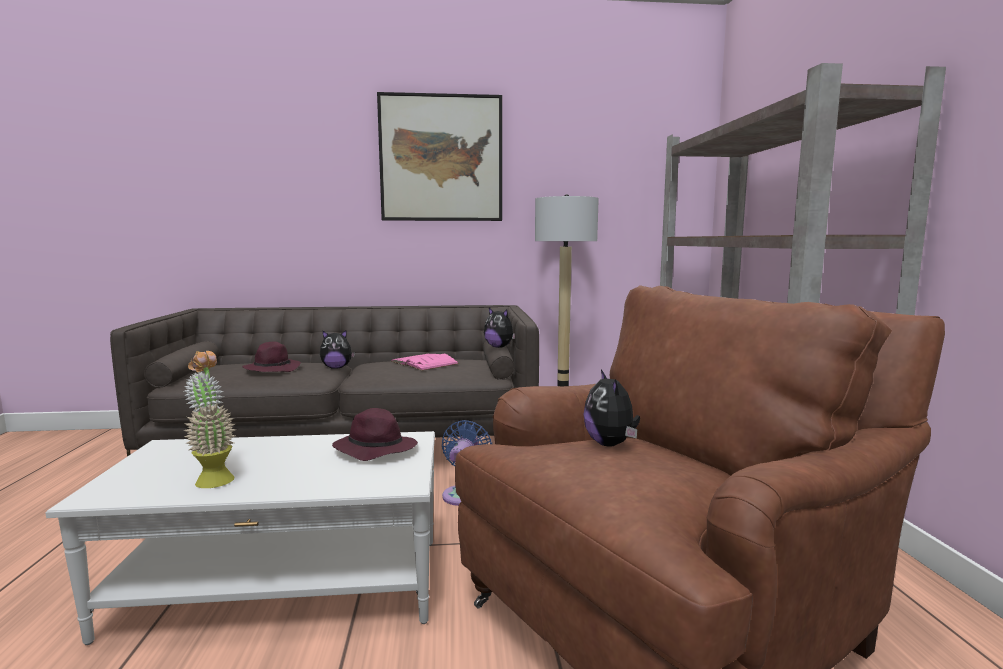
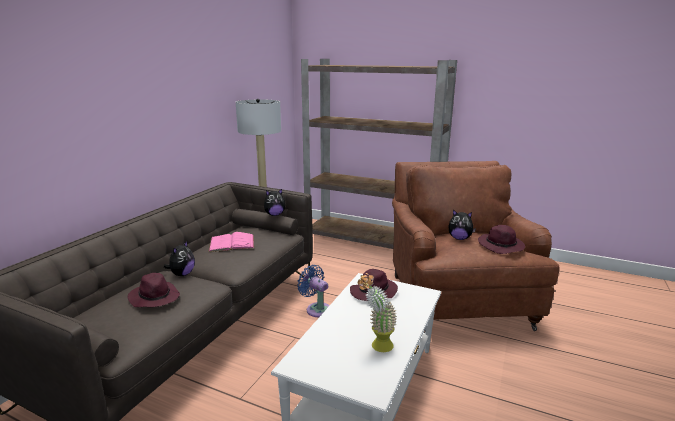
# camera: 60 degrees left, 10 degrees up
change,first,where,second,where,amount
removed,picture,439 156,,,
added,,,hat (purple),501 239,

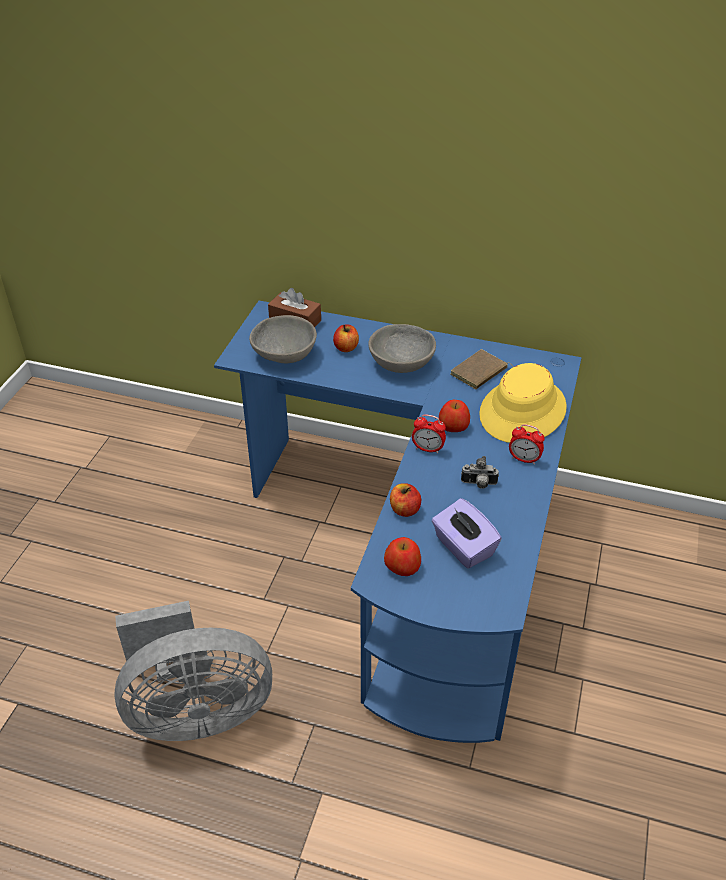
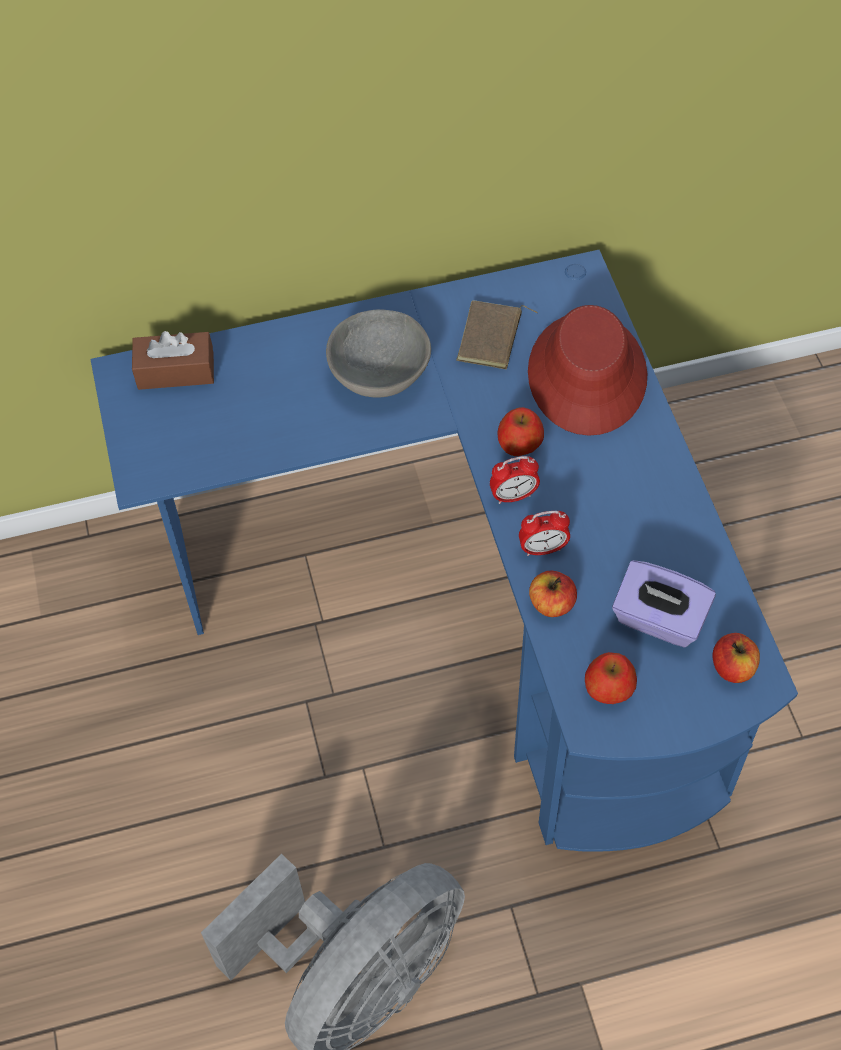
# camera: 30 degrees left, 15 degrees up
change,first,where,second,where,amount
removed,bowl (grey),283 339,,,
moved,apple,346 338,,736 658,
removed,photo camera,480 472,,,
recoloured,hat (yellow),523 403,hat (red),587 370,
moved,alarm clock,527 444,,544 533,

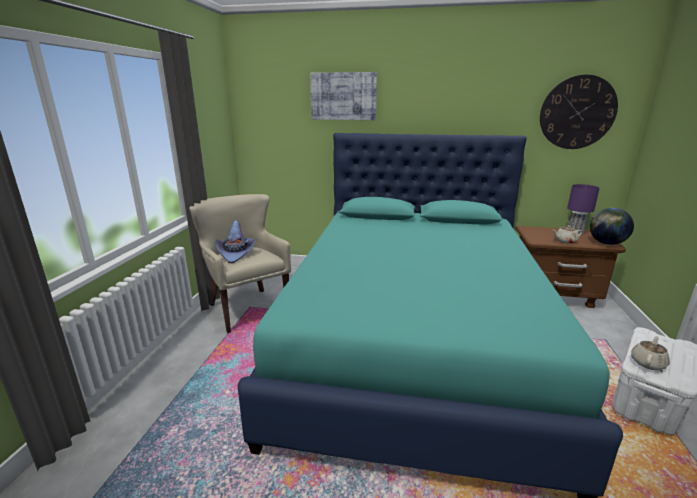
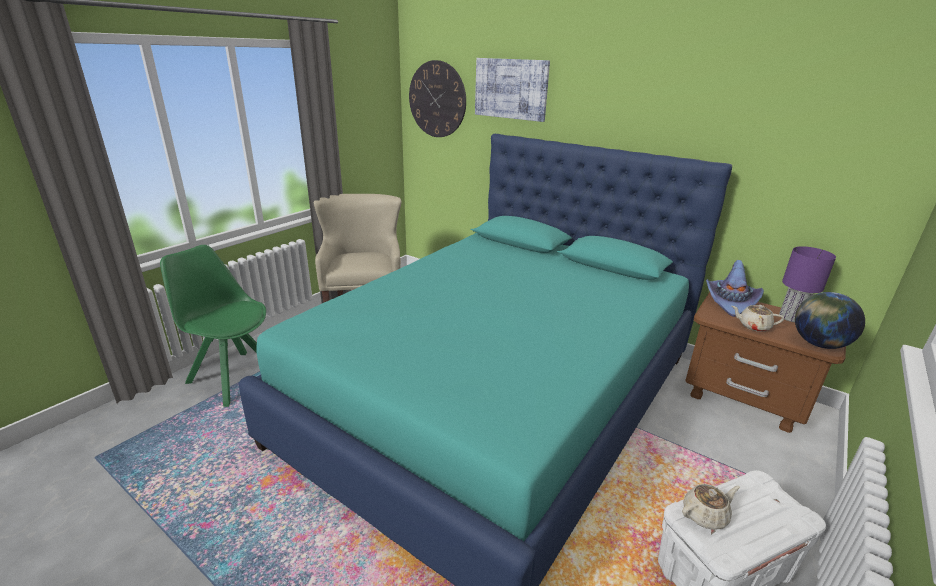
# camera: 25 degrees right, 5 degrees up
change,first,where,second,where,amount
moved,hat (purple),236 242,,735 288,
moved,wall clock,579 112,,437 98,
added,,,chair (green),213 326,

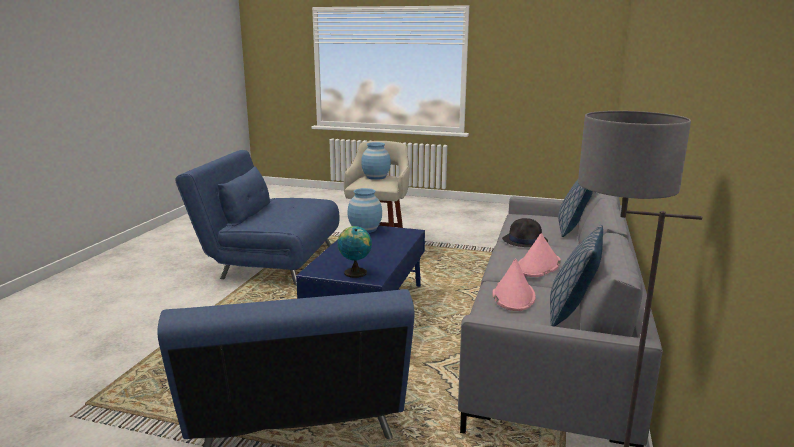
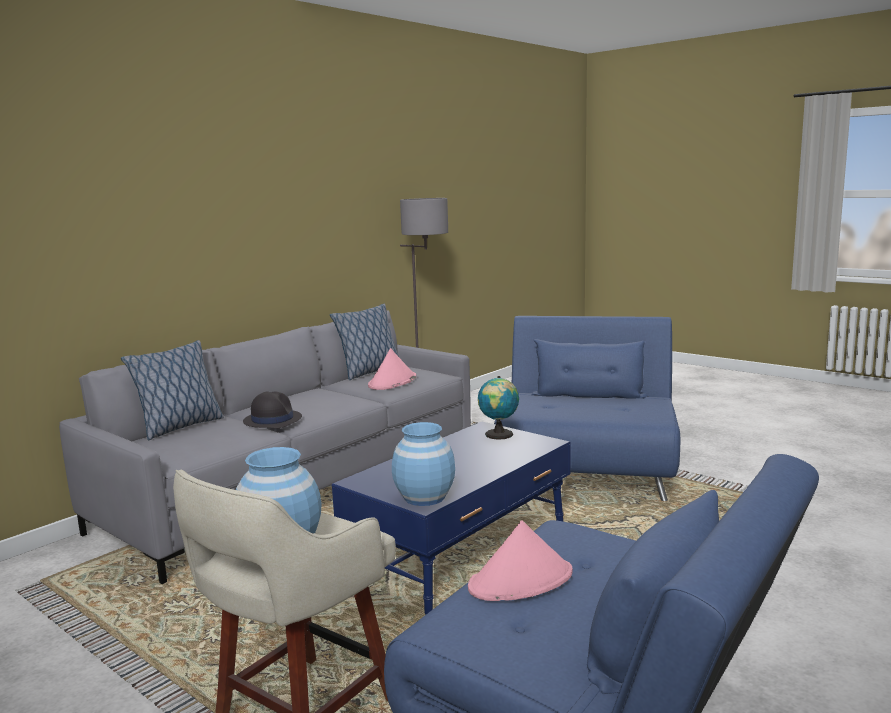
# camera: 155 degrees left, 5 degrees down
change,first,where,second,where,amount
moved,hat (pink),539 255,,520 561,

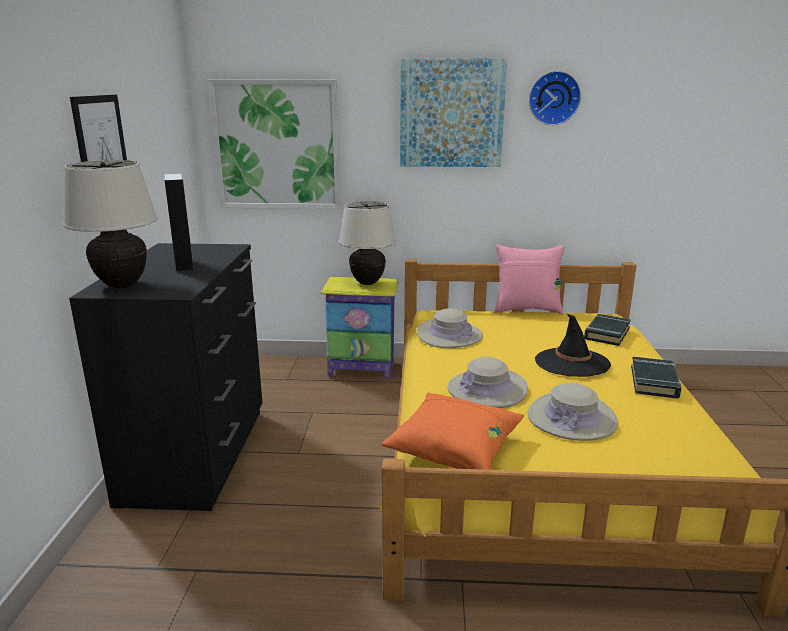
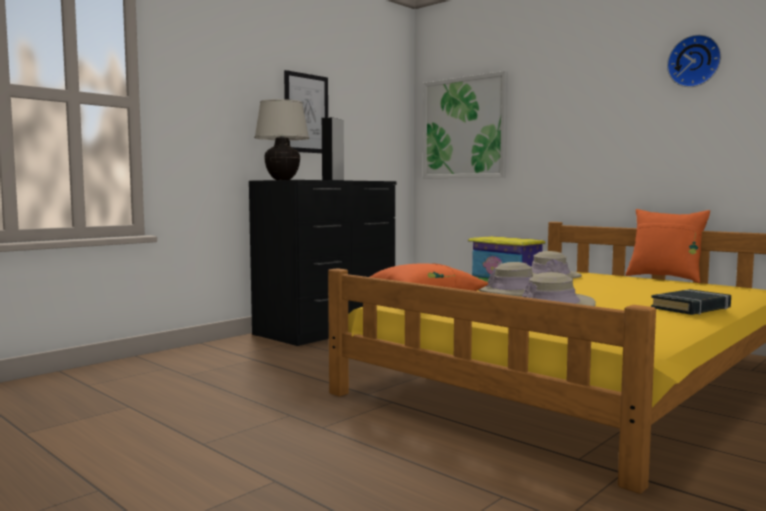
# camera: 40 degrees right, 15 degrees down
change,first,where,second,where,amount
removed,table lamp (beige),367 243,,,
removed,picture,453 112,,,
recoloured,pillow (pink),529 279,pillow (orange),667 246,
removed,hat (black),573 345,,,
removed,book (black),607 330,,,

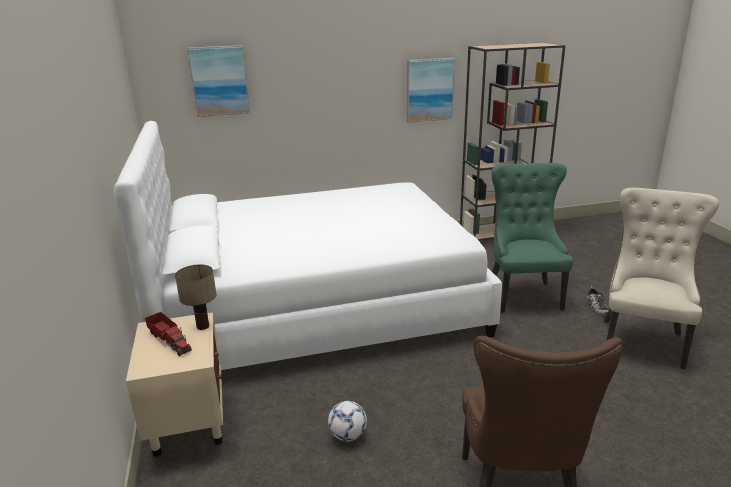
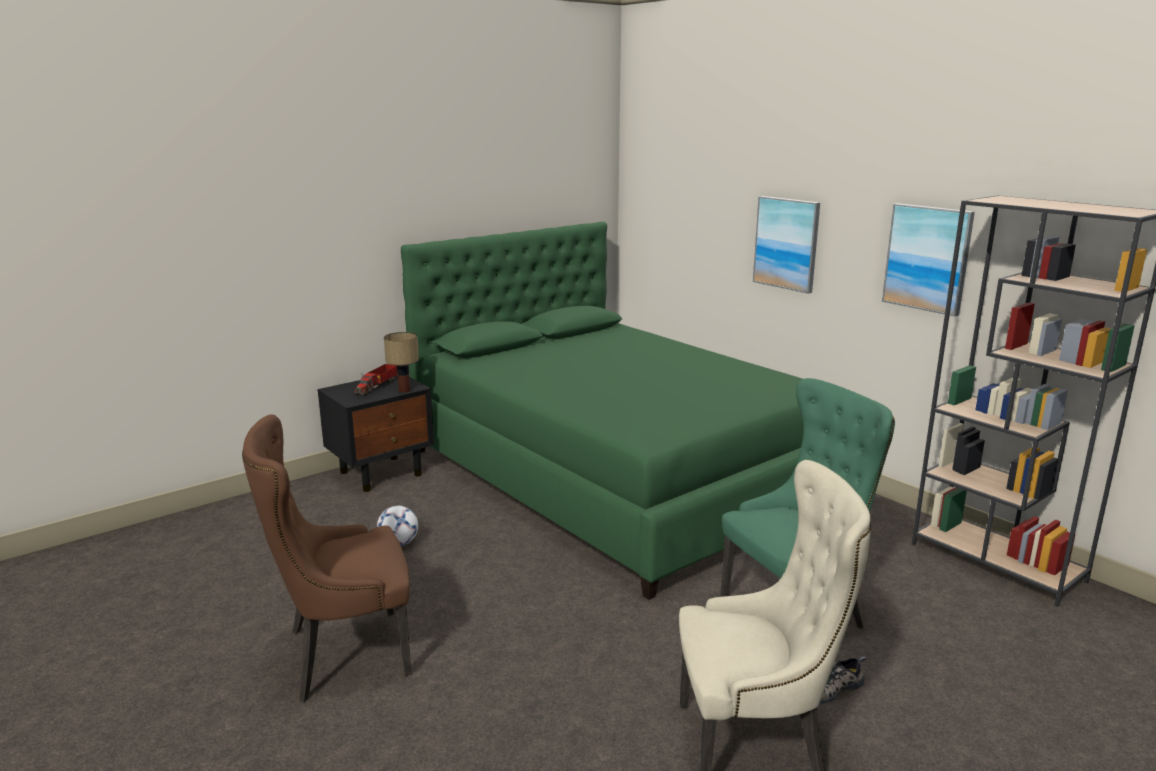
# camera: 65 degrees right, 5 degrees down
change,first,where,second,where,amount
recoloured,bed (white),308 245,bed (green),602 411,
recoloured,nightstand (beige),174 384,nightstand (black),375 433,
moved,picture,218 81,,786 245,

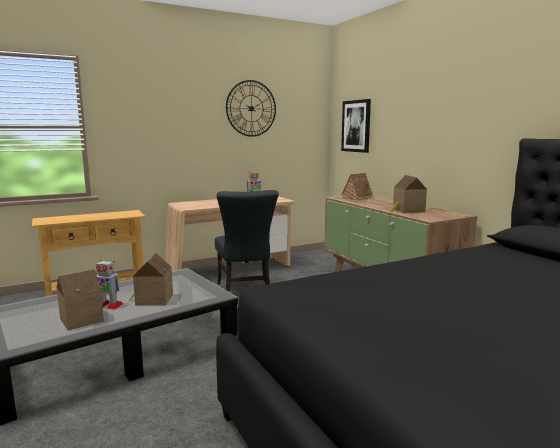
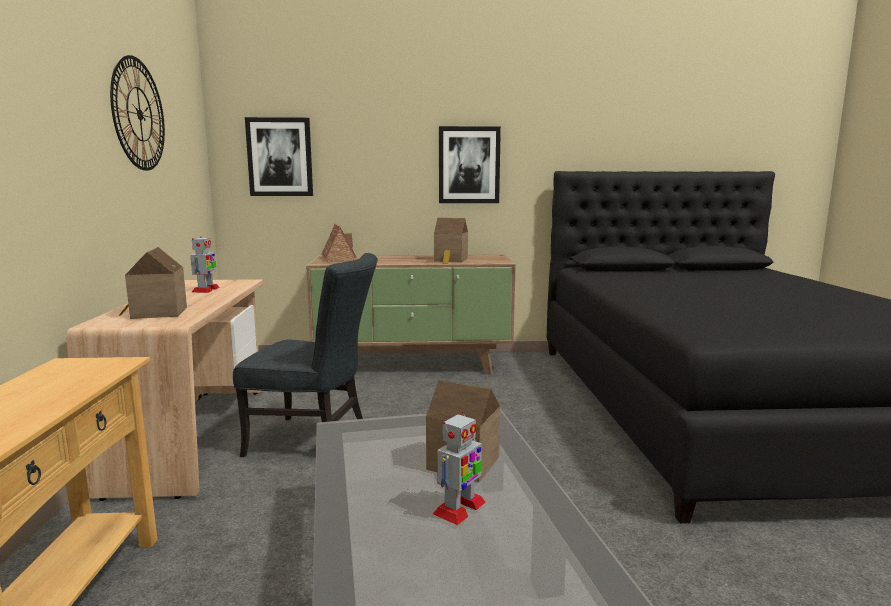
# camera: 65 degrees left, 0 degrees up
change,first,where,second,where,amount
moved,toy house,80 299,,153 283,
added,,,picture,470 164,

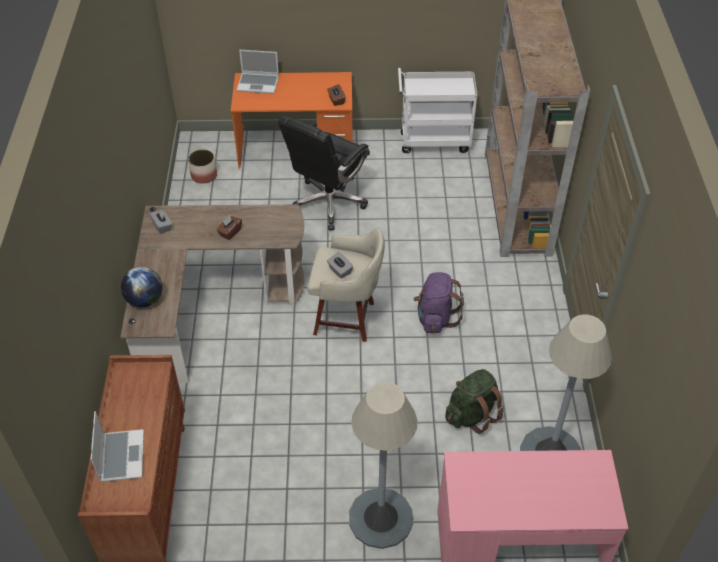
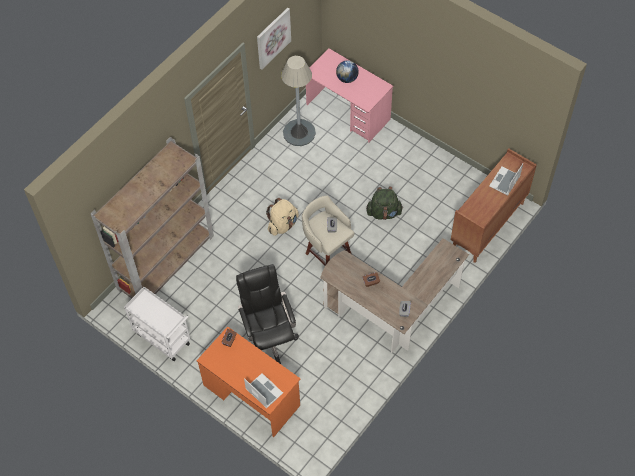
# camera: 140 degrees left, 10 degrees up
change,first,where,second,where,amount
moved,globe,141 287,,347 71,
removed,planter,202 166,,,
turned,office chair (black),324 173,,267 314,90 degrees counterclockwise
removed,floor lamp (grey),383 465,,,
recoloured,backpack (purple),439 303,backpack (beige),282 217,
moved,backpack (green),474 401,,384 203,
added,,,picture,274 39,

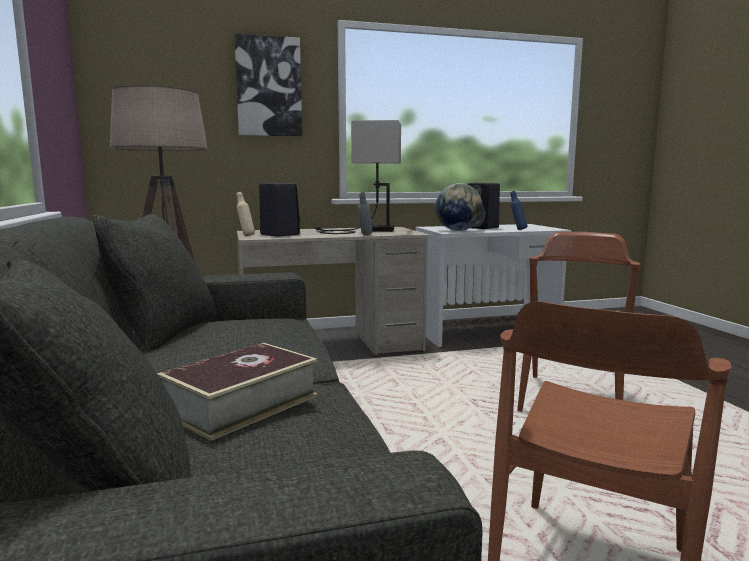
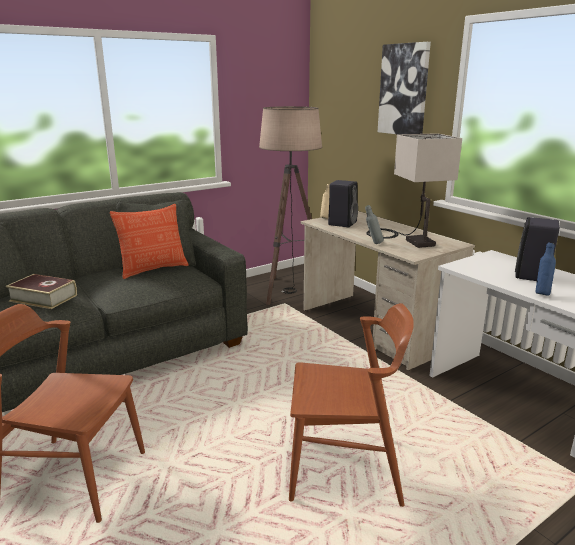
# camera: 70 degrees right, 10 degrees up
change,first,where,second,where,amount
removed,globe,459 207,,,
added,,,pillow (orange),149 241,

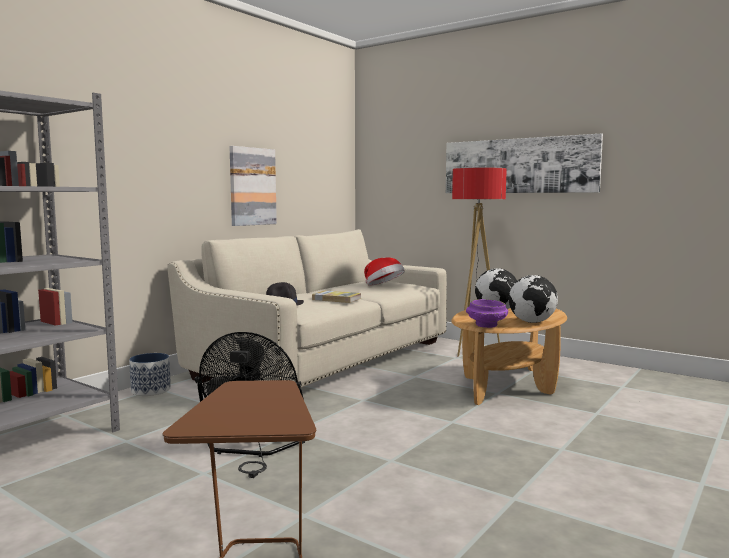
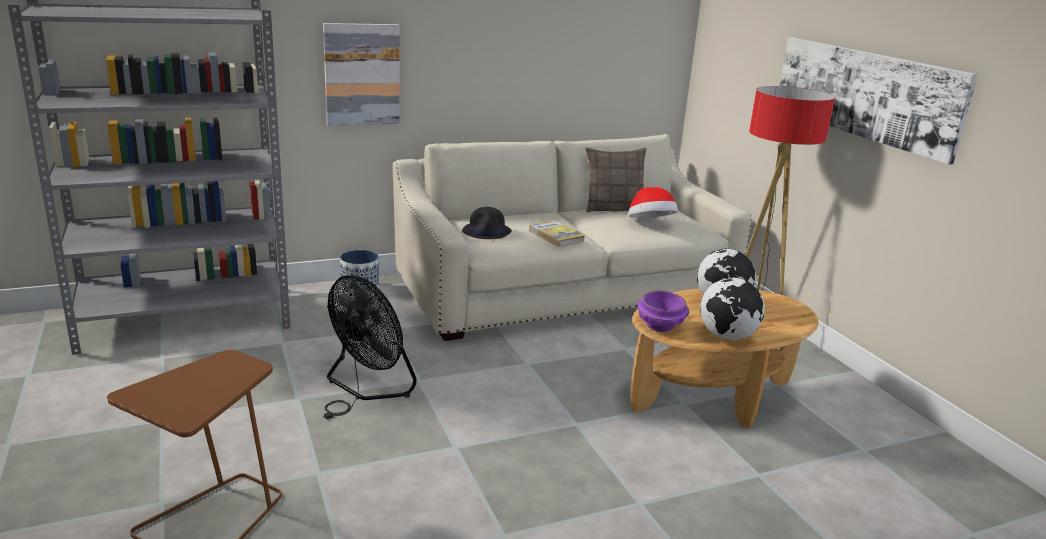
# camera: 30 degrees right, 15 degrees up
change,first,where,second,where,amount
moved,picture,253 186,,361 74,
added,,,pillow,616 179,

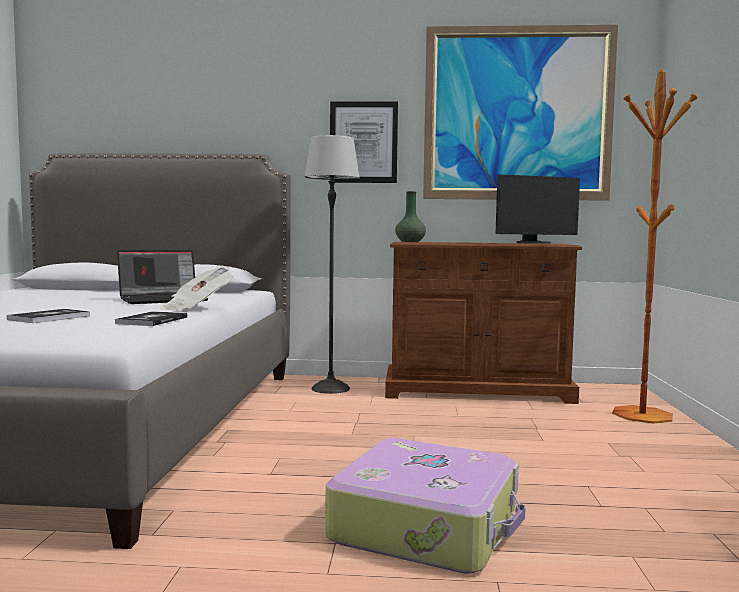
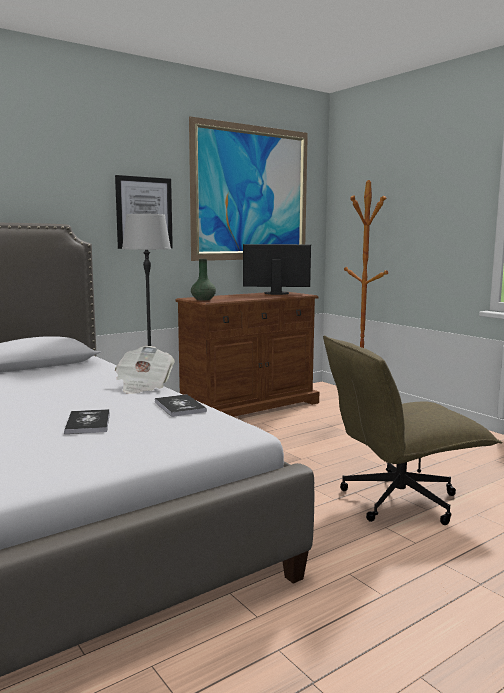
# camera: 40 degrees left, 5 degrees up
change,first,where,second,where,amount
removed,laptop,163 277,,,
replaced,suitcase,425 506,office chair (beige),413 430,
turned,monitor,537 209,,277 269,120 degrees counterclockwise

